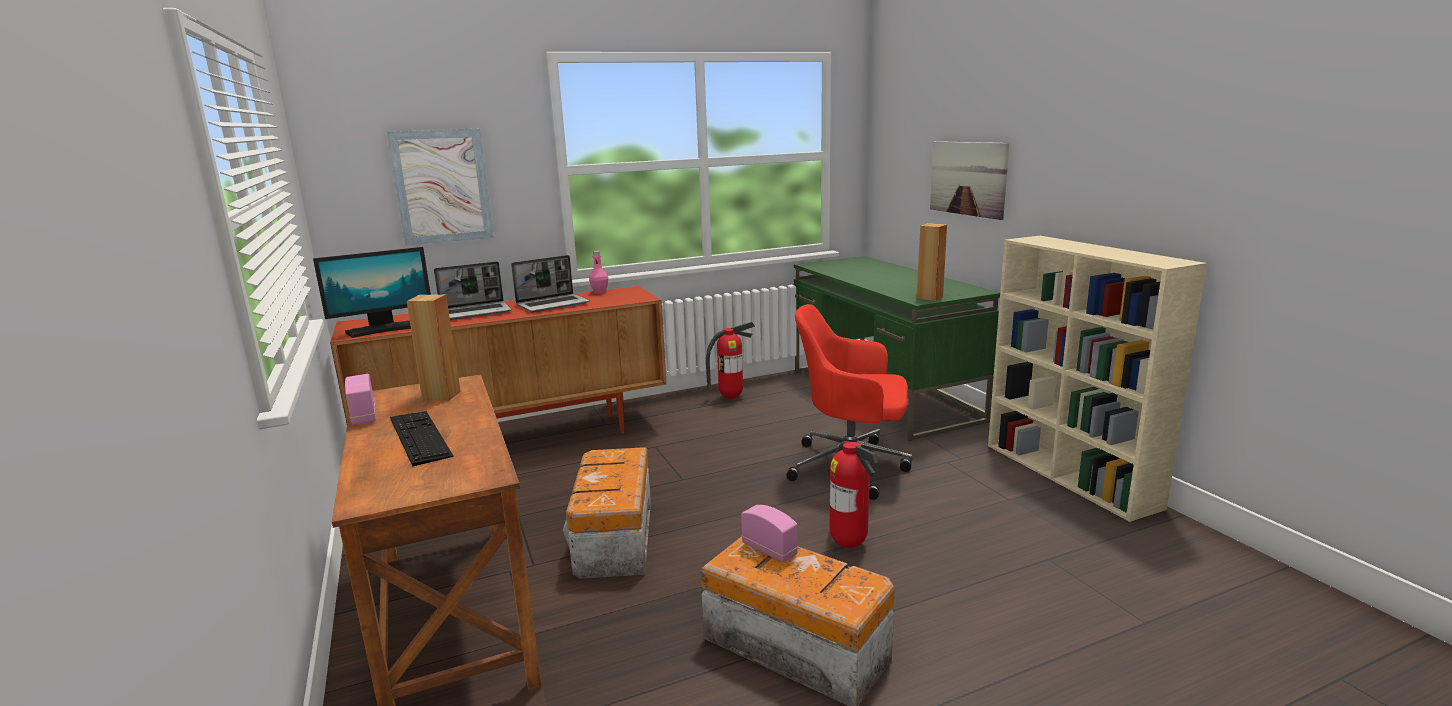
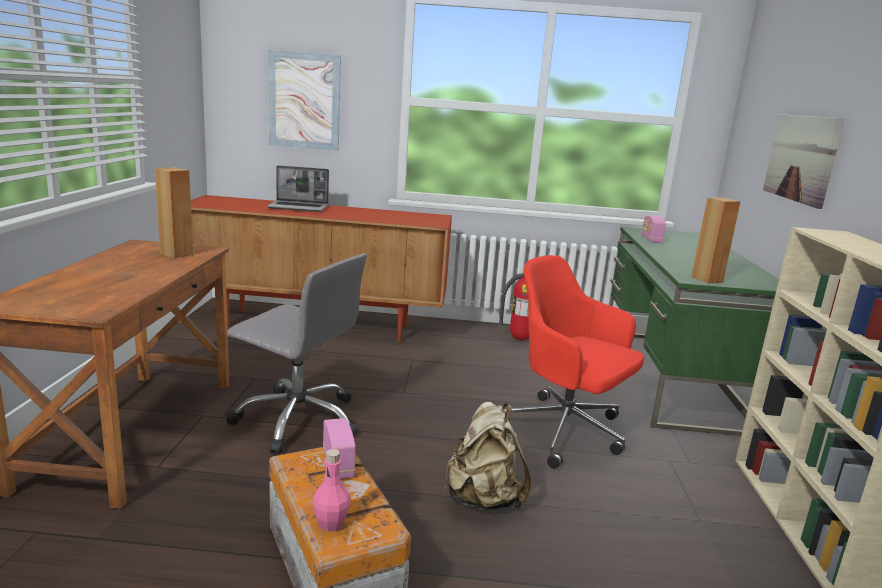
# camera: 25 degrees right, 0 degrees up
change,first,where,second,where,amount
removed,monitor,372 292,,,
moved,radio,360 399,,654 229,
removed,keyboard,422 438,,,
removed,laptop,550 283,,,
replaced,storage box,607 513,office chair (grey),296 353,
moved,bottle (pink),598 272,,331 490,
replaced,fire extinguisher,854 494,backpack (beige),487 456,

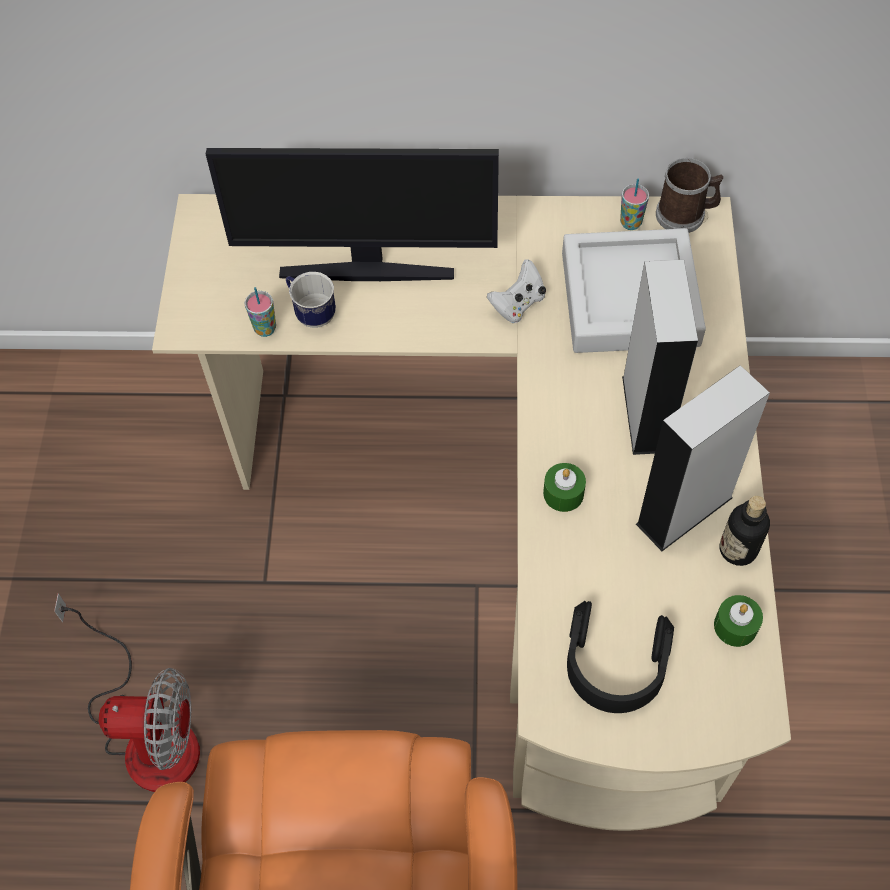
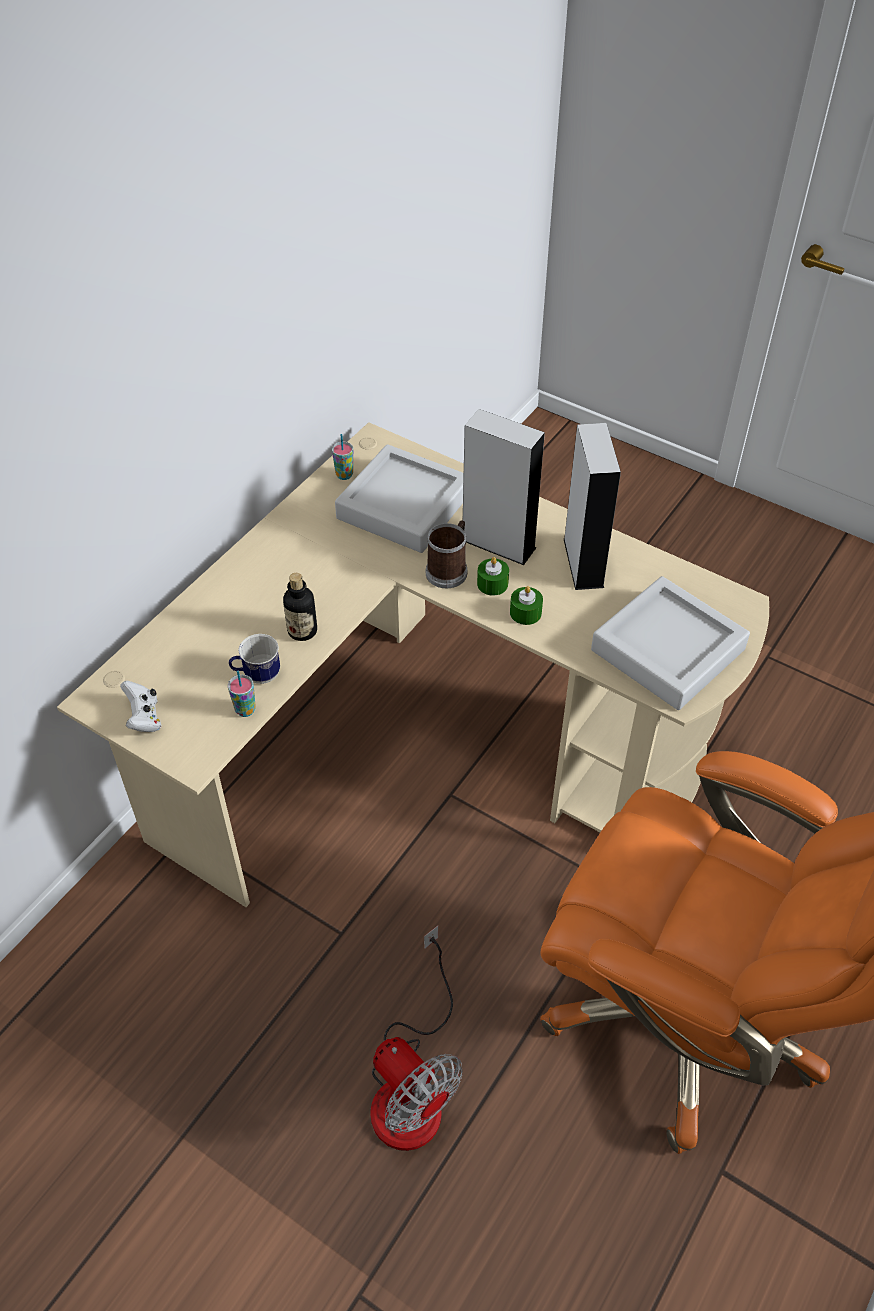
# camera: 60 degrees left, 10 degrees down
change,first,where,second,where,amount
turned,fan,127 692,,416 1038,105 degrees clockwise
removed,monitor,352 214,,,
moved,game controller (white),516 291,,140 706,
replaced,headphones (black),620 657,tray (grey),670 643,
moved,mug,689 195,,446 554,
moved,candle (green),738 621,,493 576,
moved,bottle,745 531,,300 607,

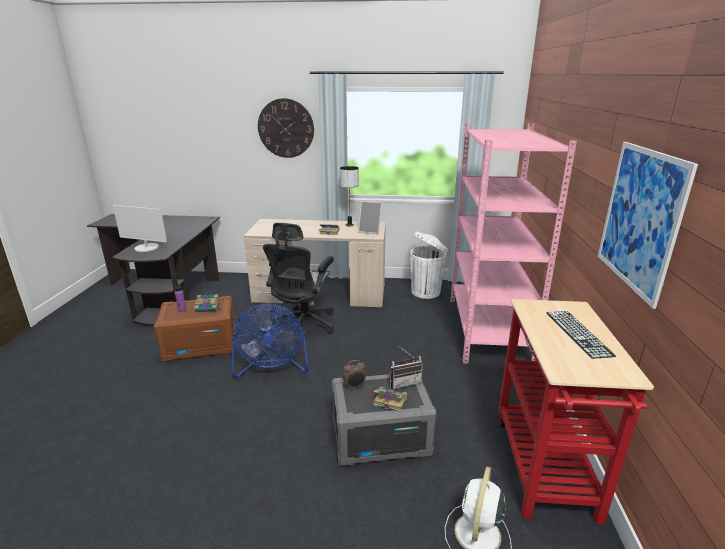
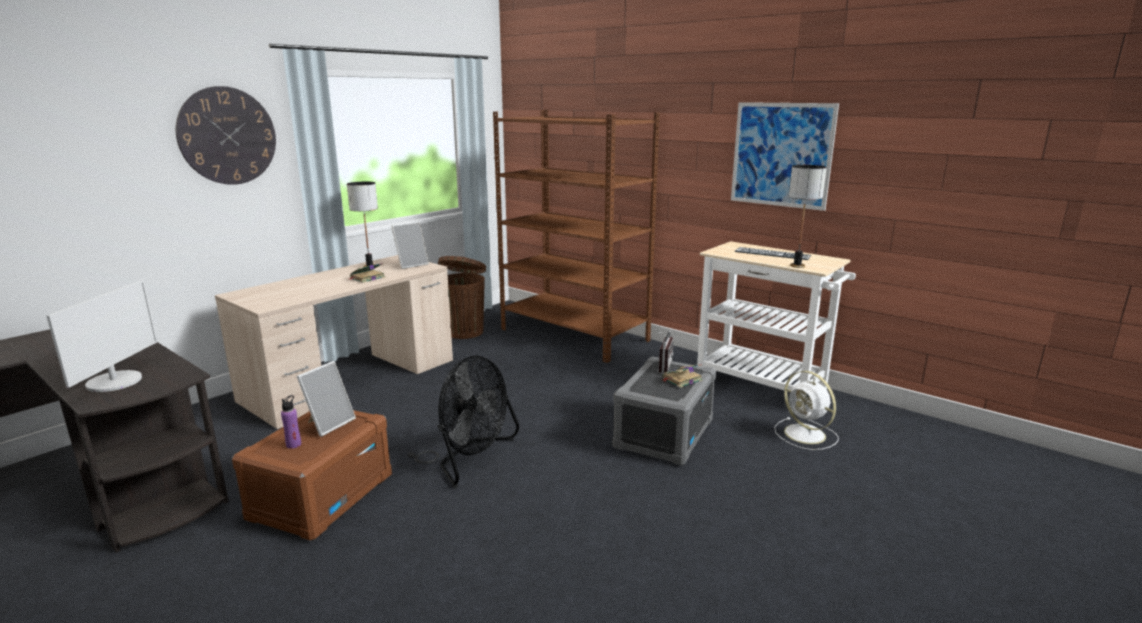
# camera: 55 degrees left, 5 degrees down
change,first,where,second,where,amount
turned,monitor,140 228,,102 336,45 degrees counterclockwise
replaced,book,207 303,picture frame,326 399,
recoloured,fan (blue),270 341,fan (black),463 422,
removed,office chair,298 278,,,
removed,alarm clock,354 375,,,
recoloured,trash can (white),429 265,trash can (brown),462 297,
recoloured,bookcase (pink),514 243,bookcase (brown),576 236,
recoloured,cart (red),576 412,cart (white),776 316,
added,,,table lamp,808 216,

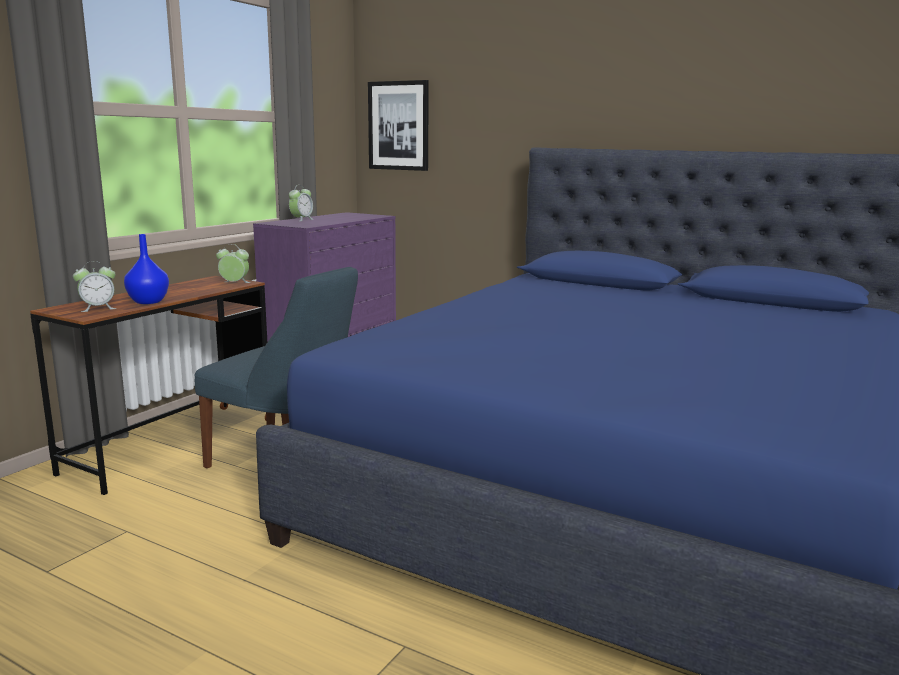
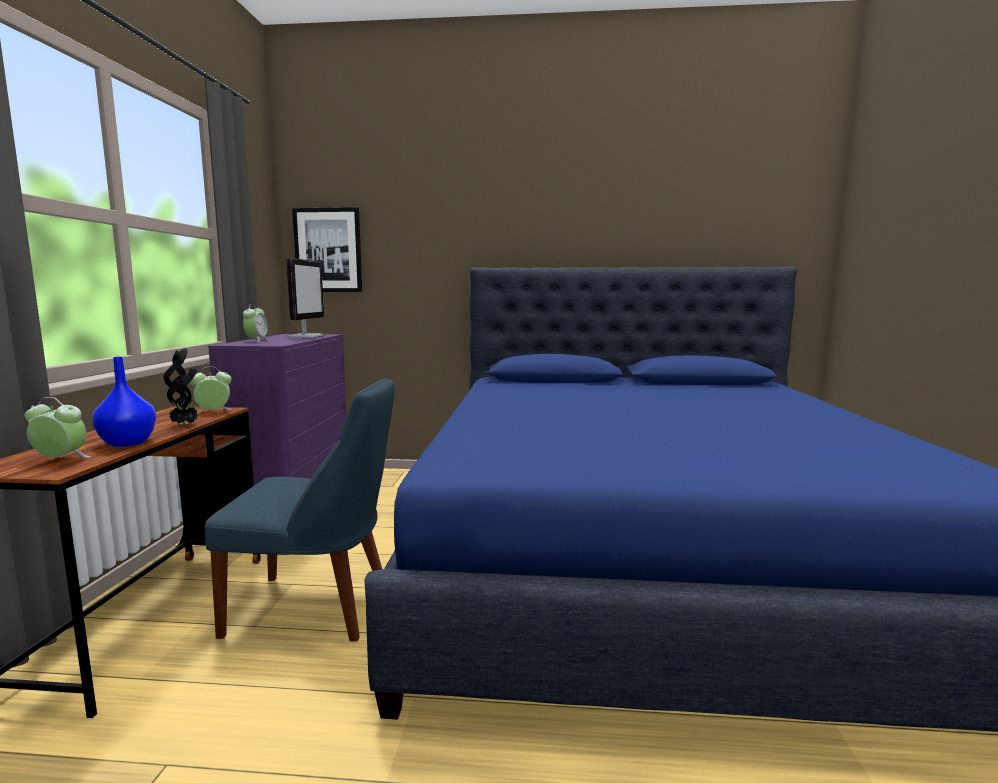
# camera: 25 degrees left, 5 degrees down
change,first,where,second,where,amount
turned,alarm clock,95 286,,58 427,120 degrees counterclockwise
added,,,potted plant,180 386,
added,,,monitor,305 298,

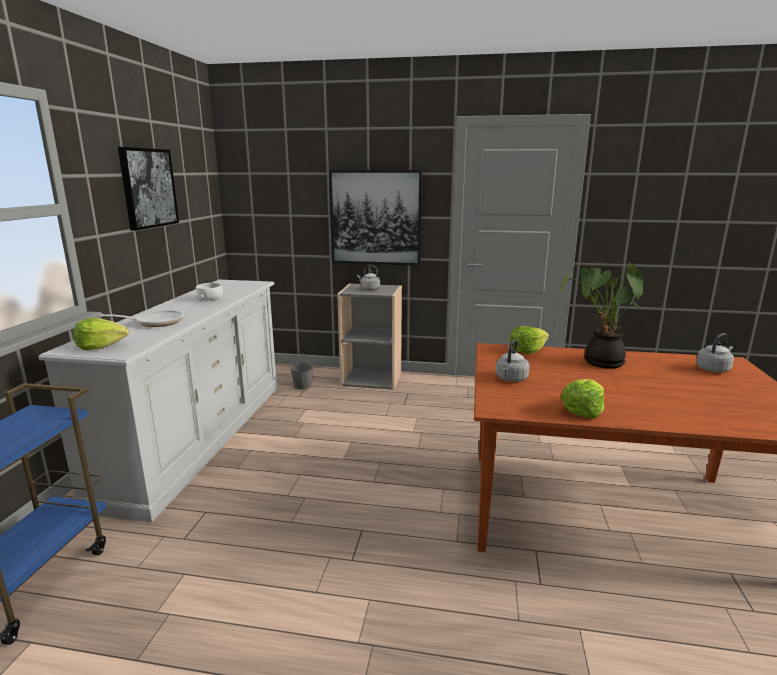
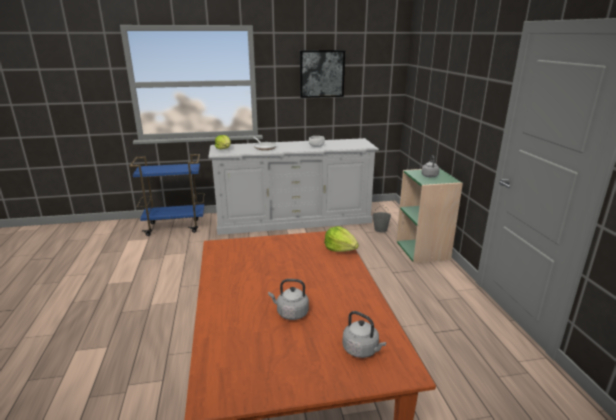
# camera: 70 degrees right, 5 degrees up
change,first,where,second,where,amount
removed,picture,375 218,,,
recoloured,bookcase (grey),369 337,bookcase (green),429 215,
moved,kettle (grey),513 360,,288 299,
removed,potted plant,601 315,,,
removed,lettuce,582 398,,,

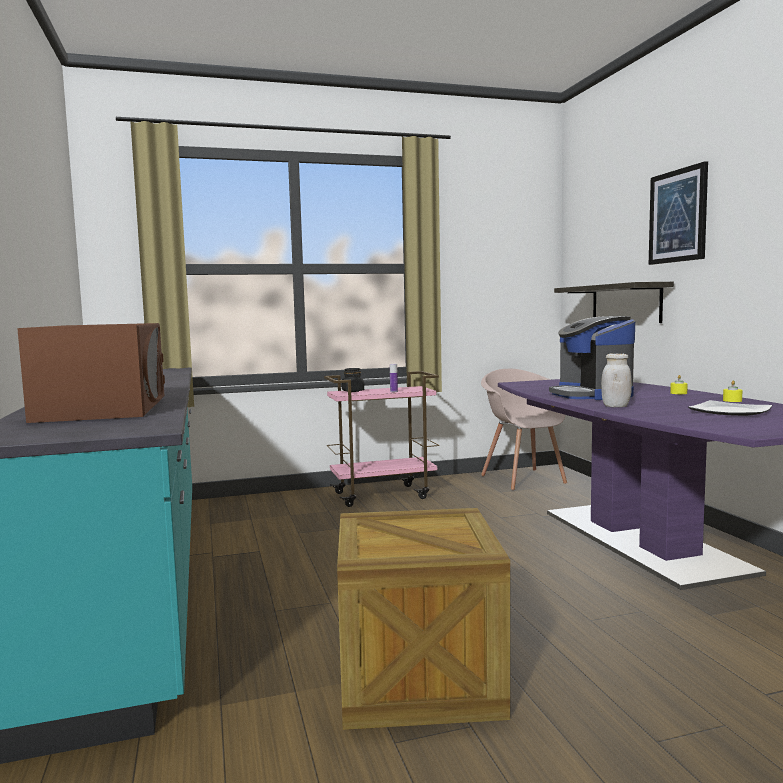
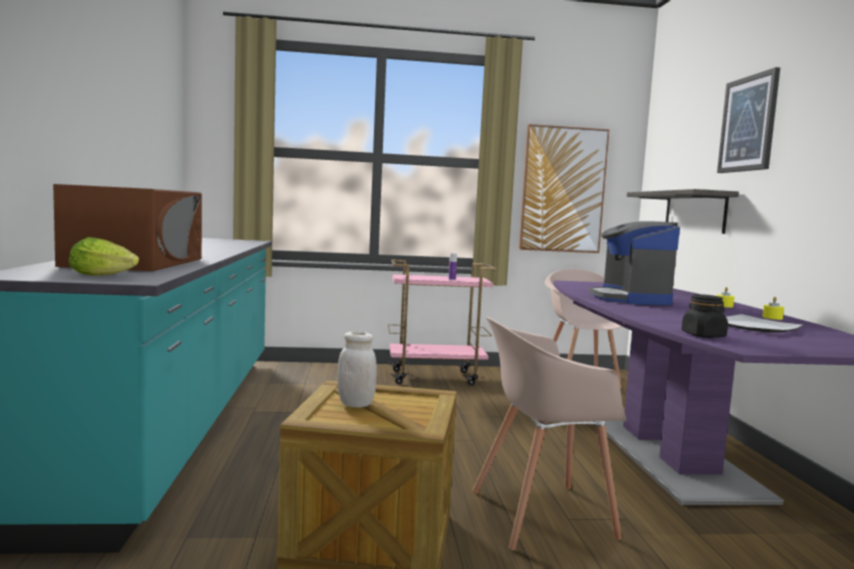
# camera: 10 degrees right, 0 degrees up
change,first,where,second,where,amount
moved,jar (black),353 380,,705 316,
moved,jar (white),616 380,,357 369,
added,,,lettuce,103 256,
added,,,chair (beige),549 433,
added,,,picture,564 188,

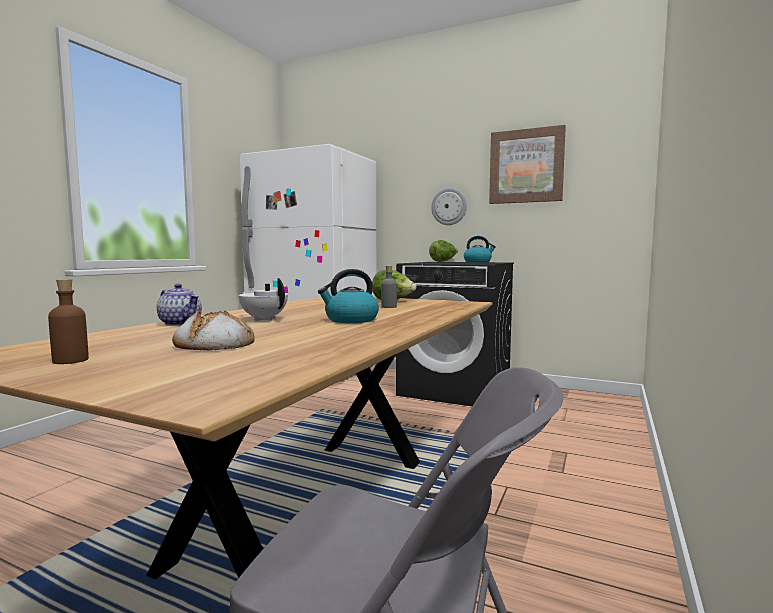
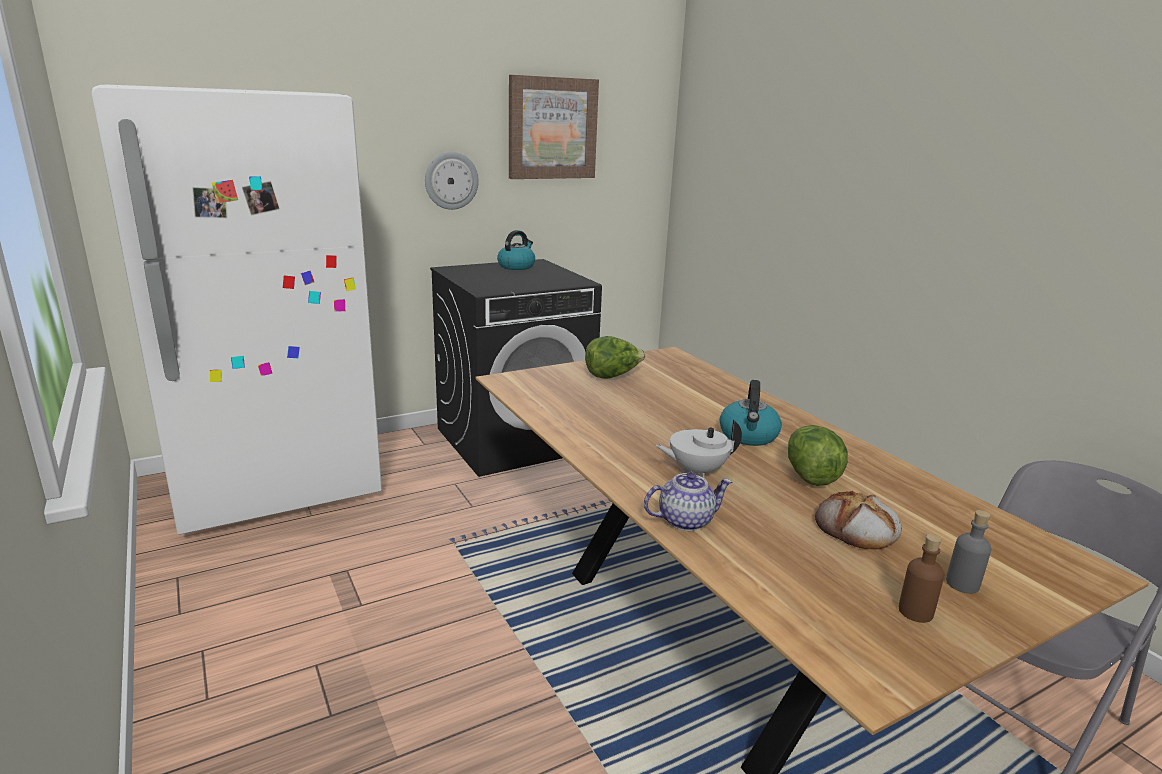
# camera: 55 degrees left, 15 degrees up
change,first,where,second,where,amount
moved,bottle (grey),389 287,,968 552,
moved,lettuce,443 251,,818 455,

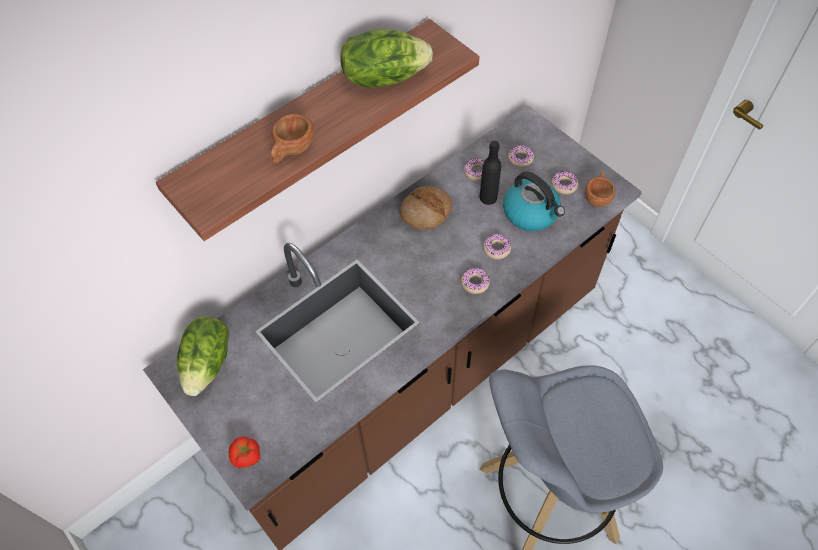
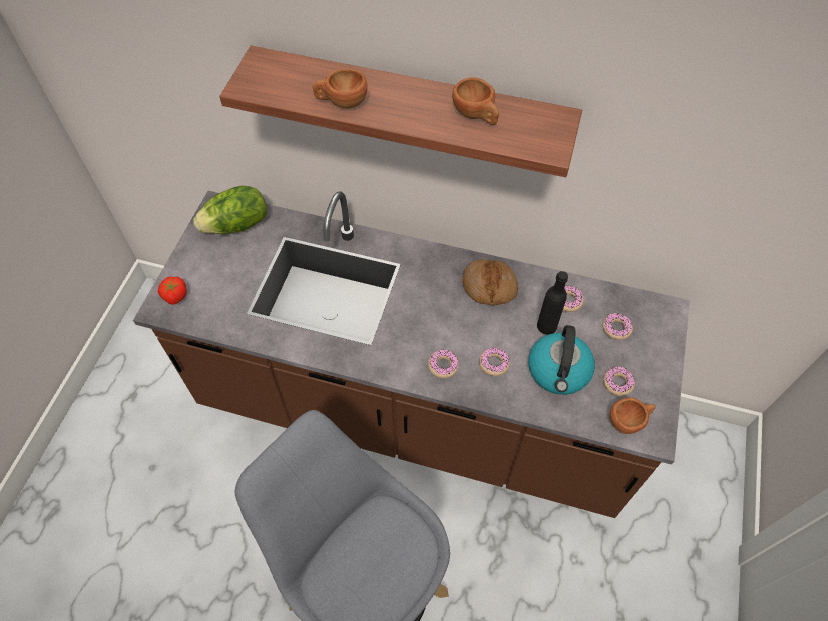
# camera: 55 degrees right, 0 degrees up
change,first,where,second,where,amount
replaced,lettuce,386 58,cup (brown),475 101,

